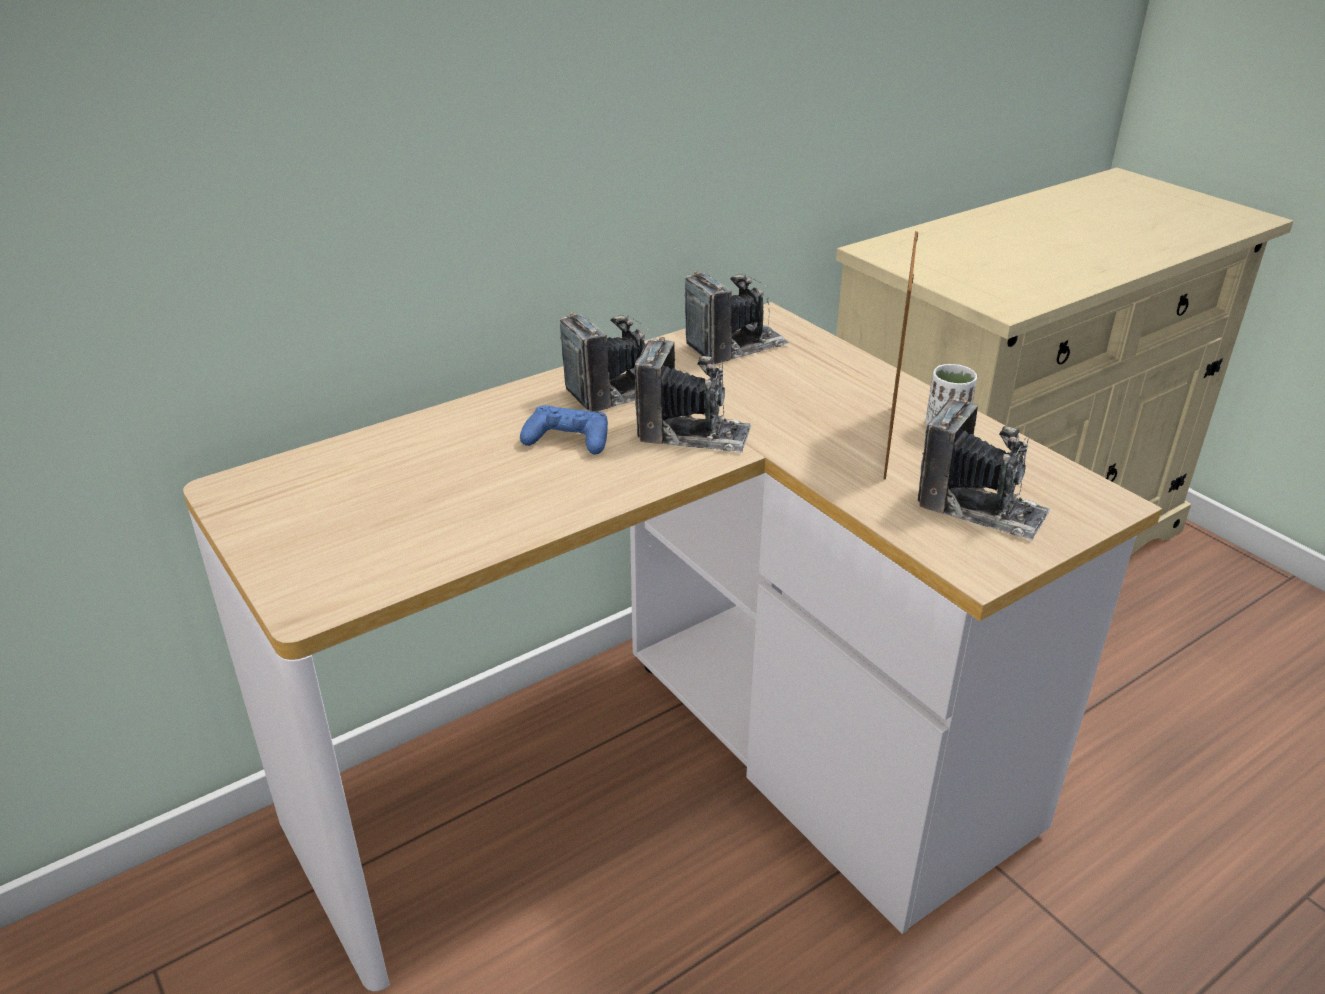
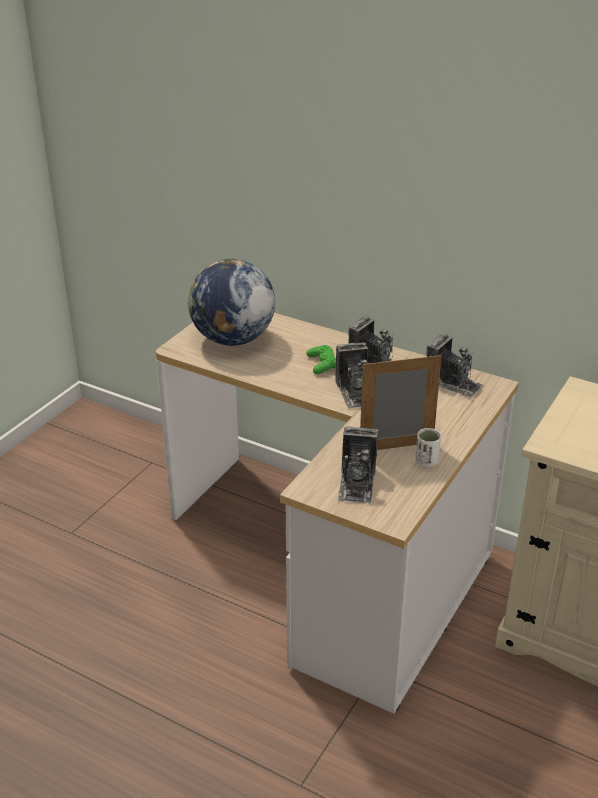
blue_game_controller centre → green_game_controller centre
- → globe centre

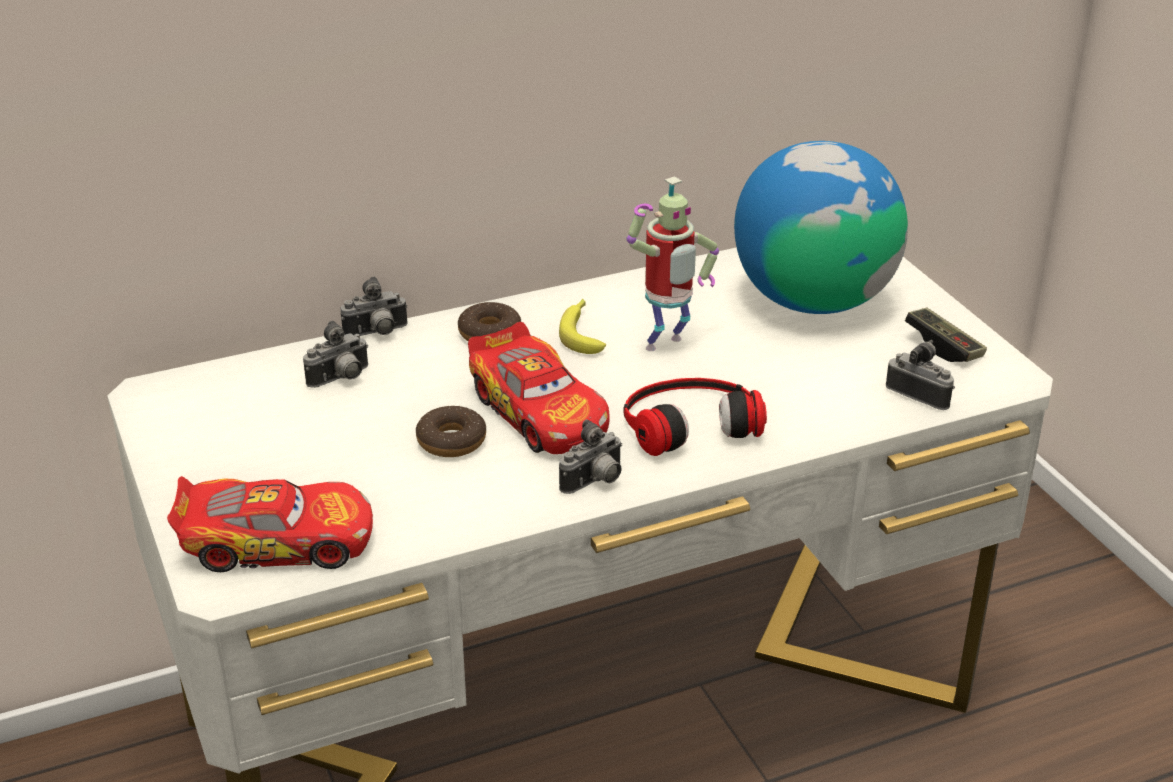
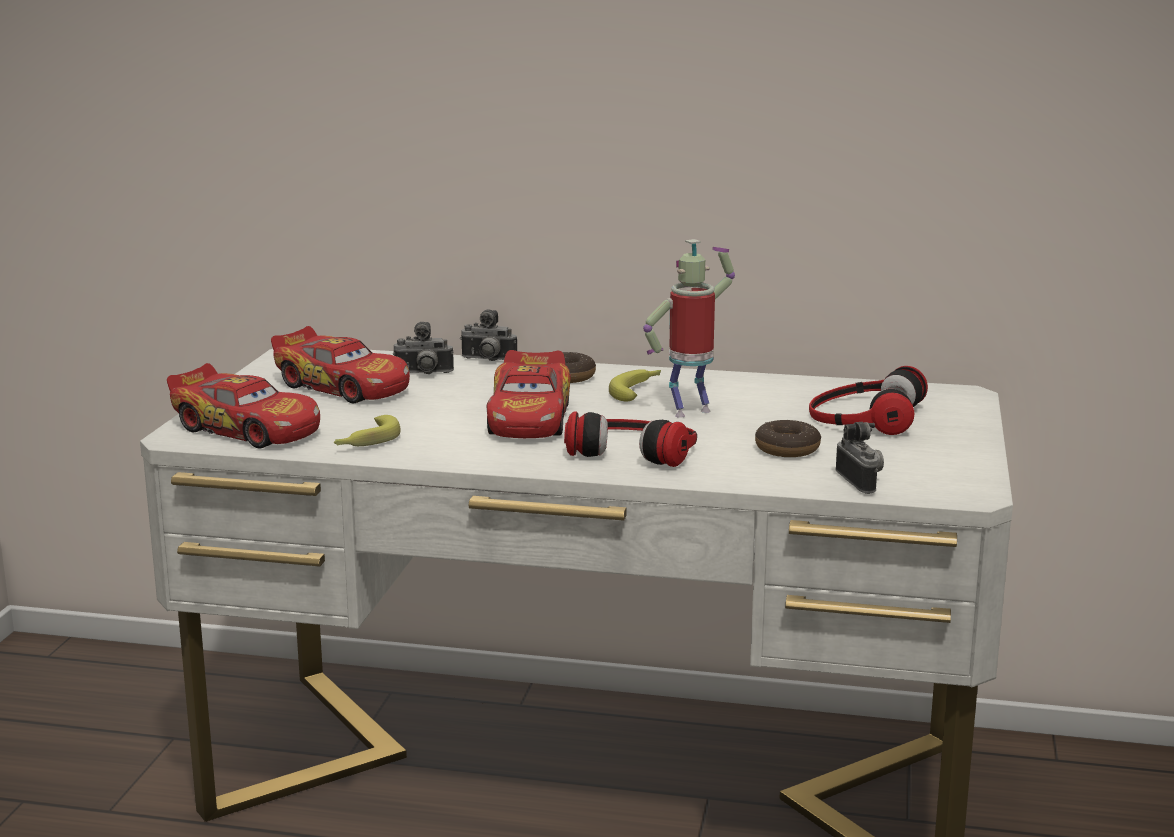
globe top right → headphones (2nd from left) middle right
toy_robot centre, 150 degrees clockwise
game_controller middle right → -
donut (1st from left in the first image) centre → donut (2nd from left) middle right, move
photo_camera (3rd from left) centre → -
- → toy_car (2nd from left) middle left
- → banana (1st from left) middle left

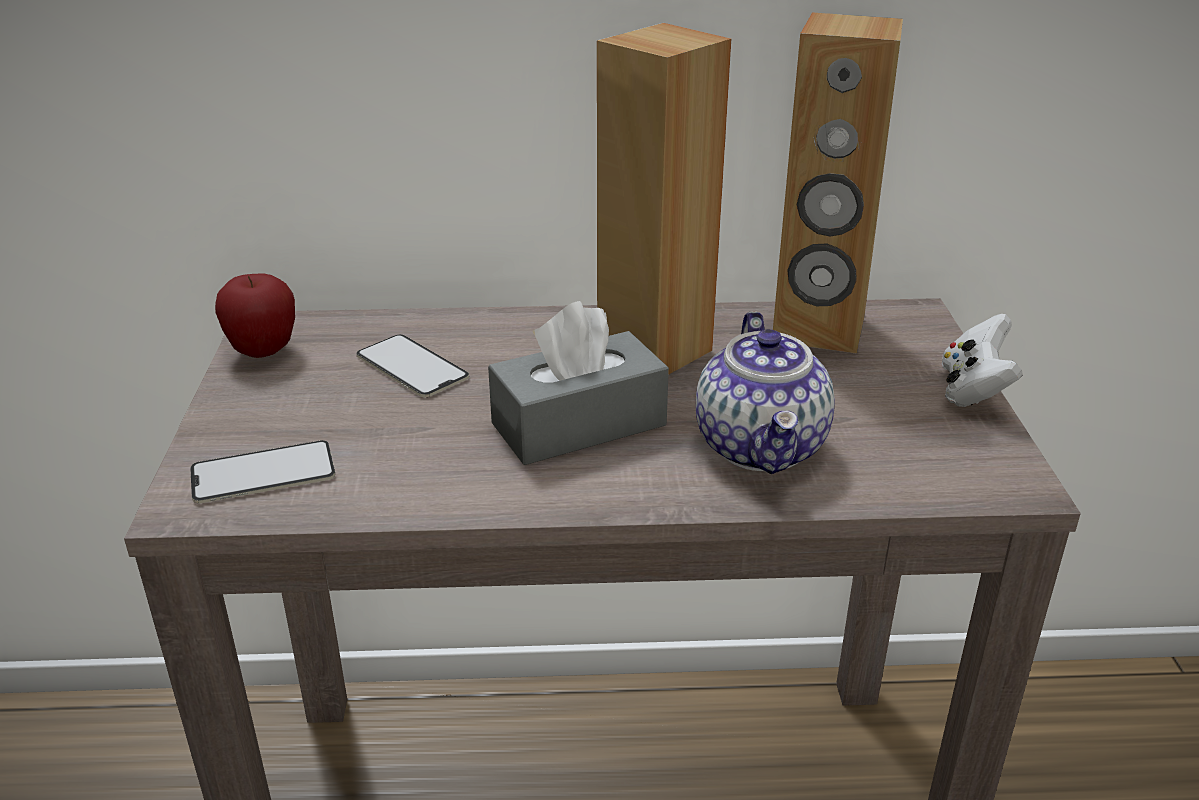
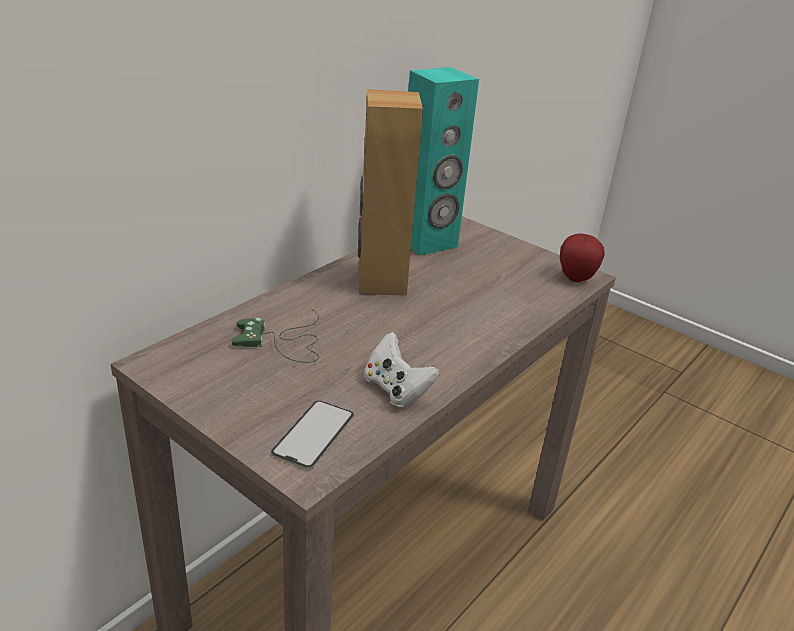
brown_speaker (2nd from left) top right → turquoise_speaker top centre
apple middle left → apple middle right, move
grey_tissue_box centre → -
teapot centre → -
white_game_controller middle right → white_game_controller centre, move
phone (2nd from left) centre → green_game_controller centre

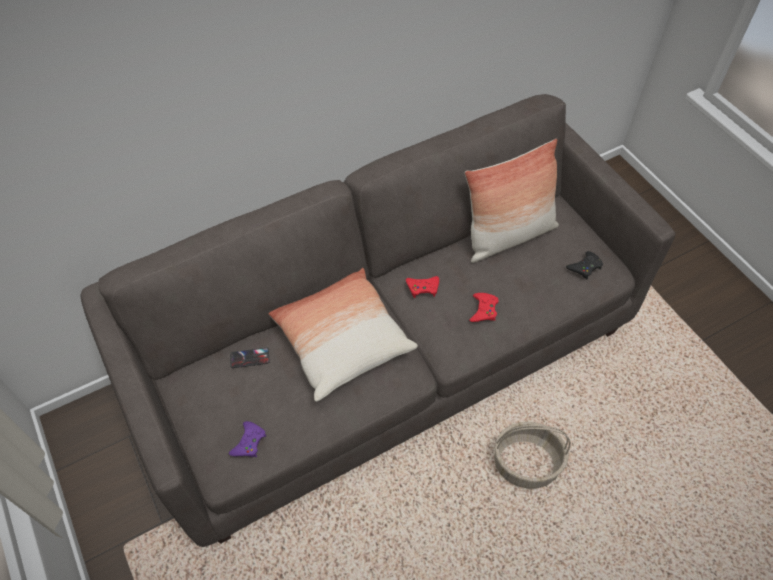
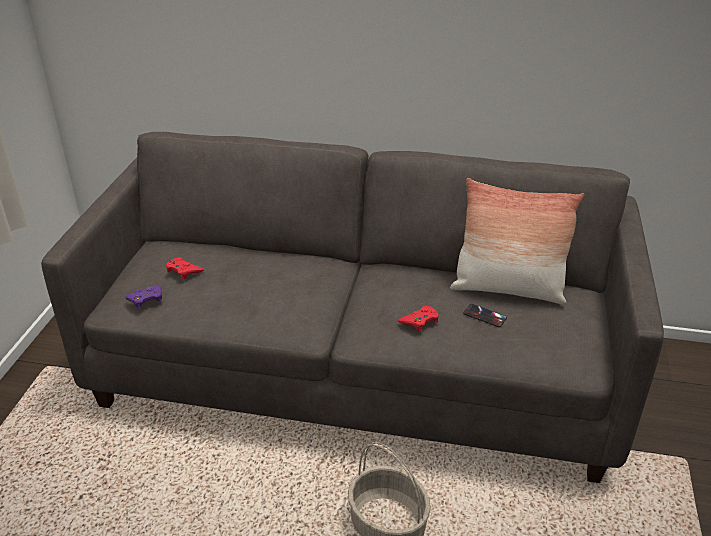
black_game_controller middle right → -
pillow (1st from left) centre → -
red_game_controller (1st from left) centre → red_game_controller (1st from left) middle left, move
phone middle left → phone middle right, move

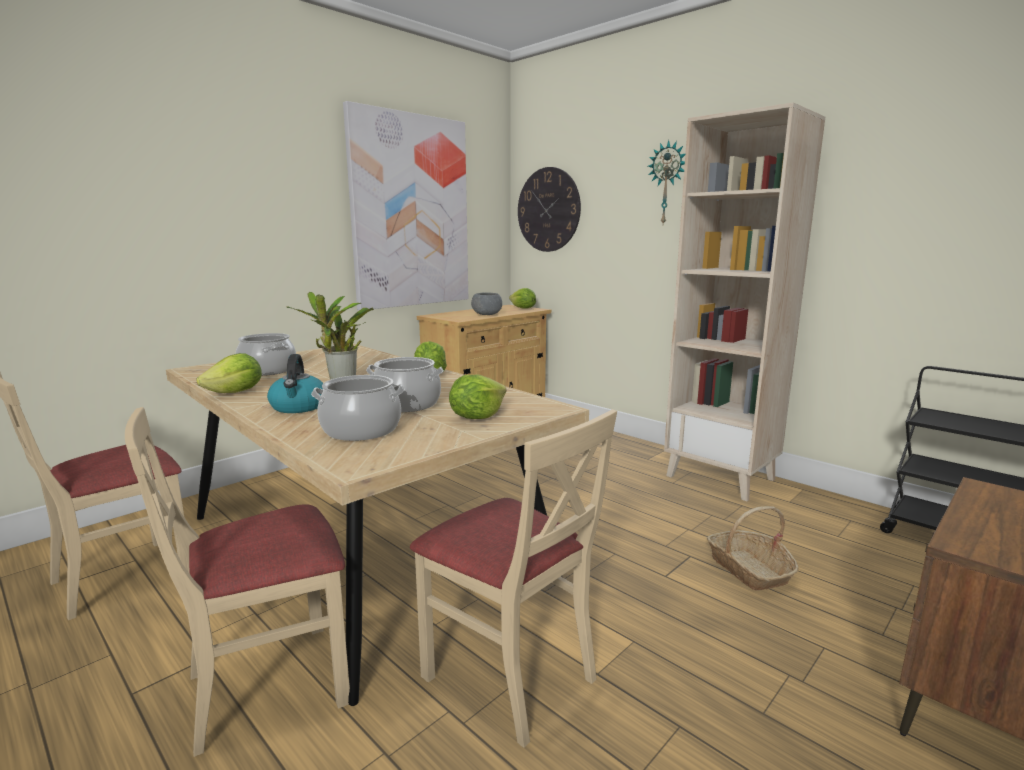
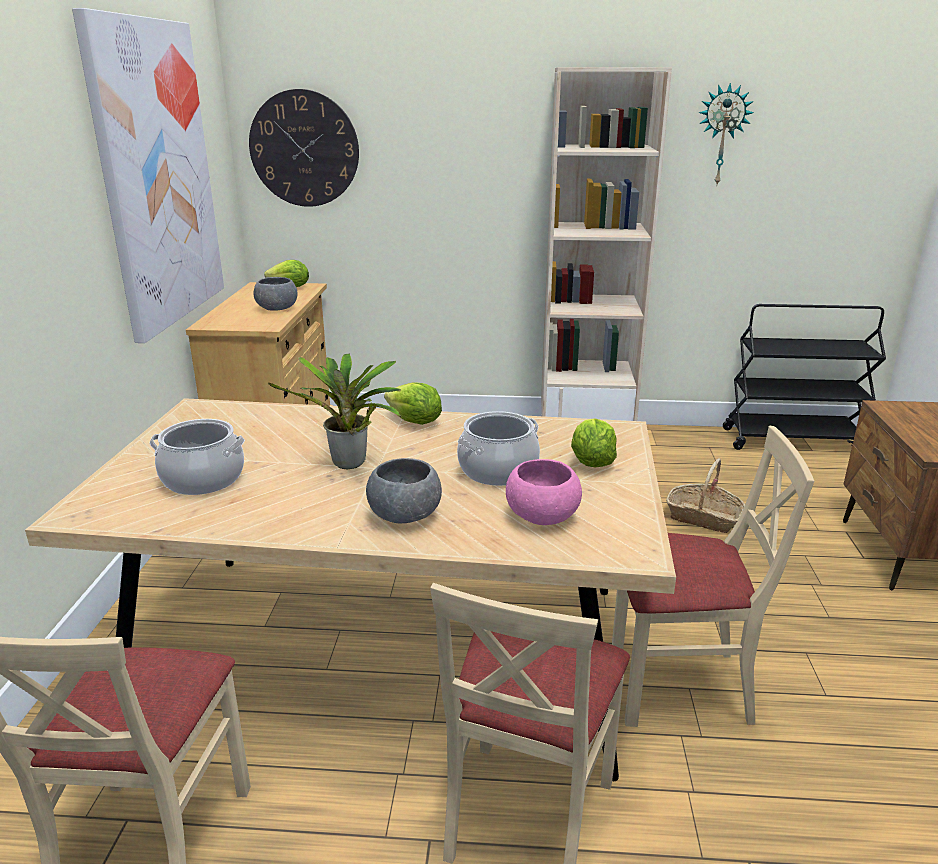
wall_clock (2nd from left) top centre → wall_clock (2nd from left) top right, move
lettuce (1st from left) middle left → -
kettle middle left → grey_bowl (2nd from left) centre
cooking_pot (2nd from left) centre → pink_bowl centre

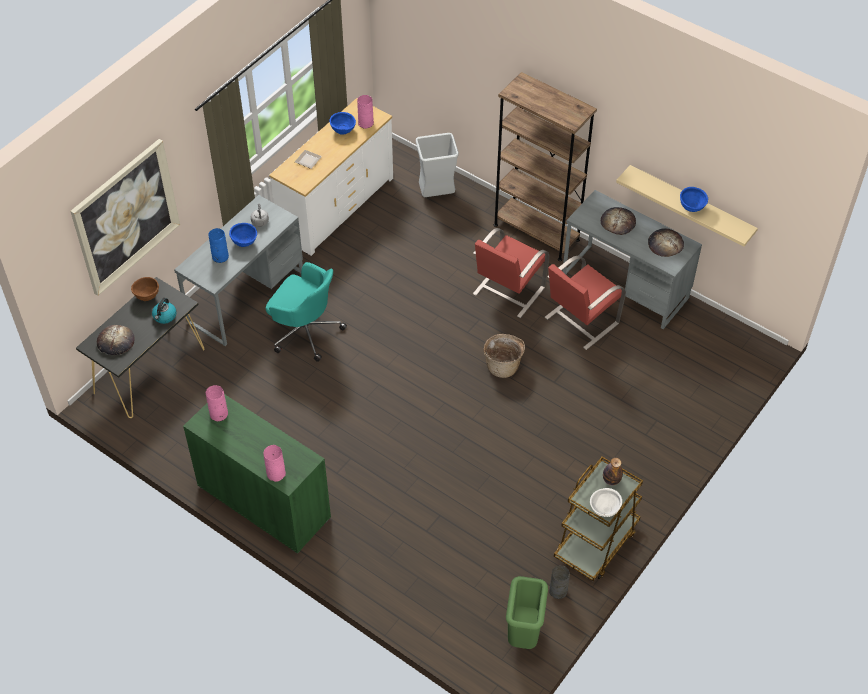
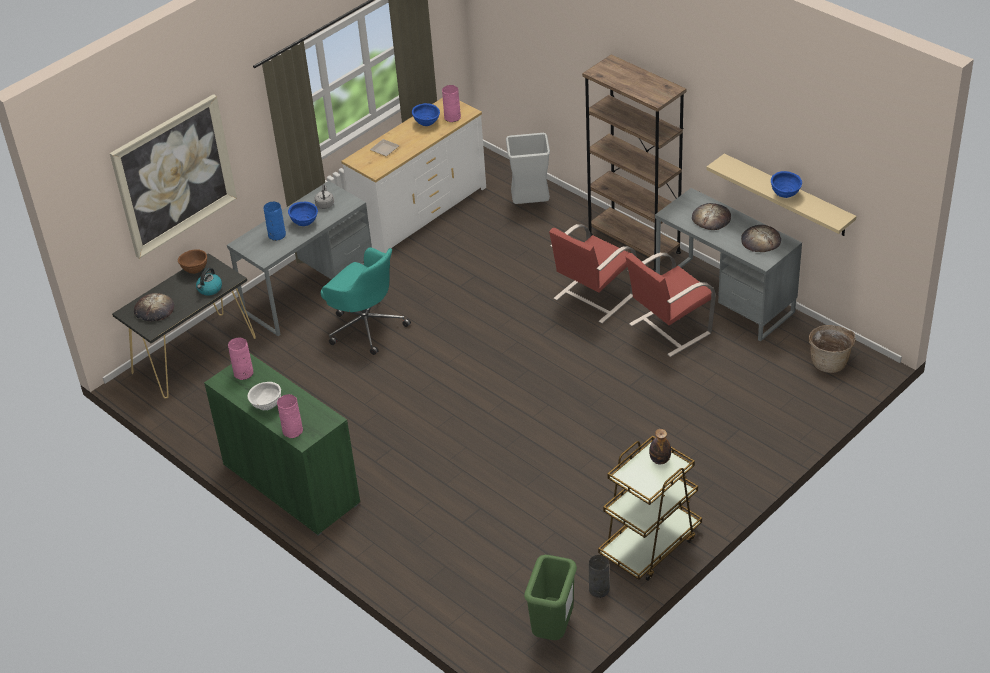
basket centre → basket middle right, move
white_bowl bottom right → white_bowl middle left, move

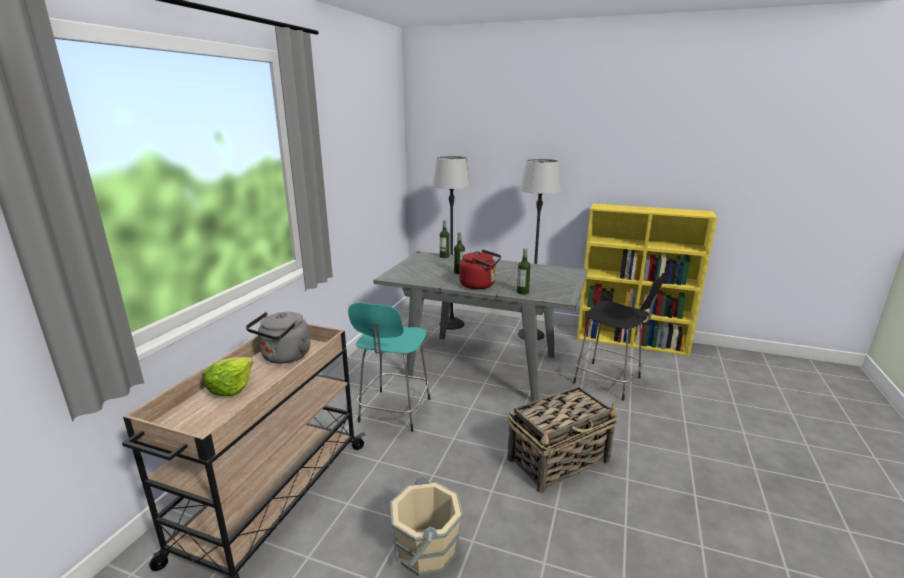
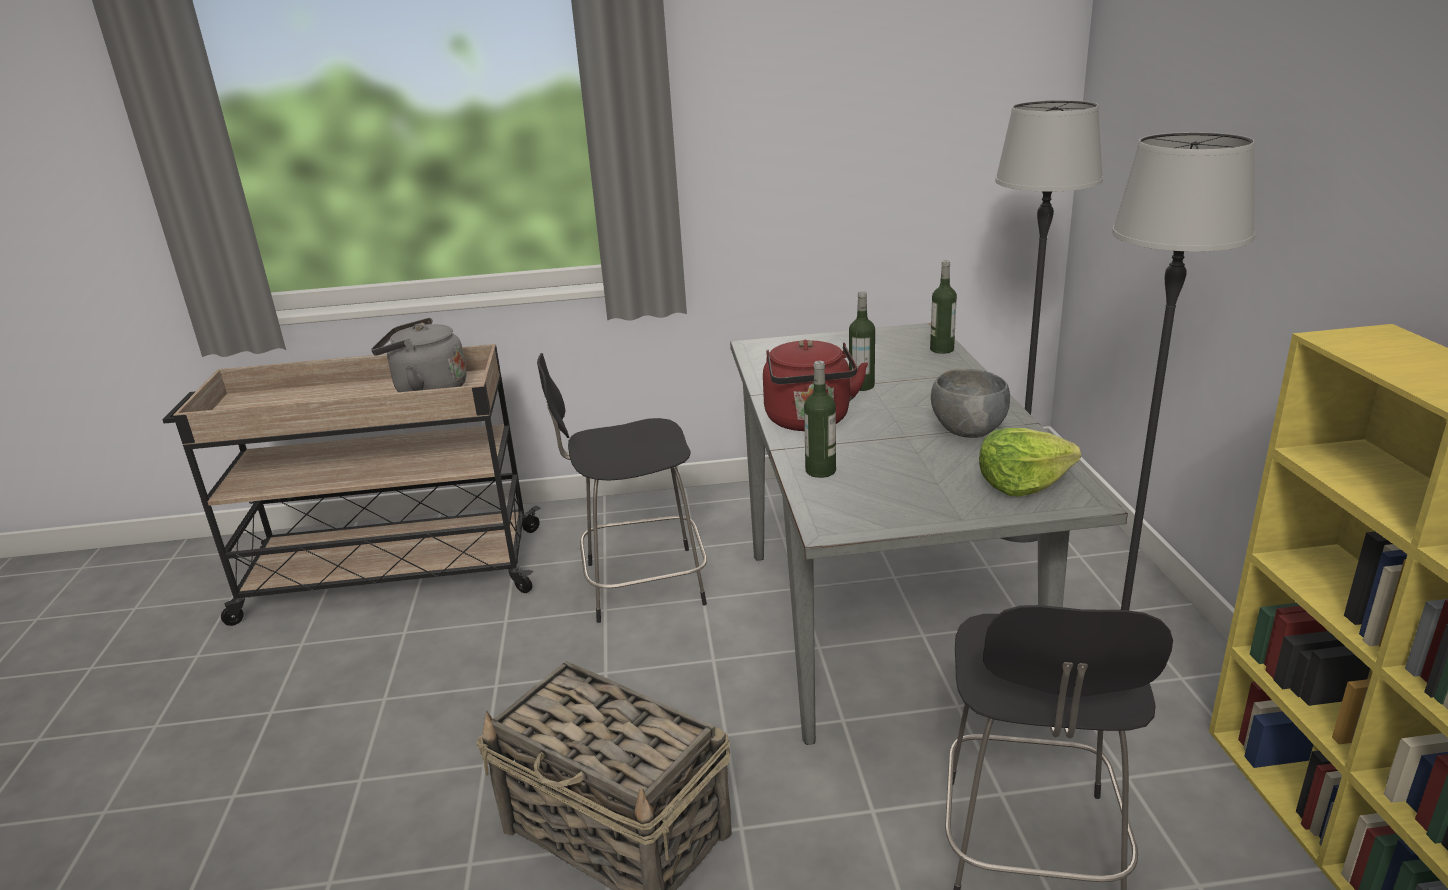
turquoise_stool centre → black_stool (1st from left) centre
lettuce middle left → lettuce middle right, move
beige_bucket bottom centre → -
- → grey_bowl middle right

